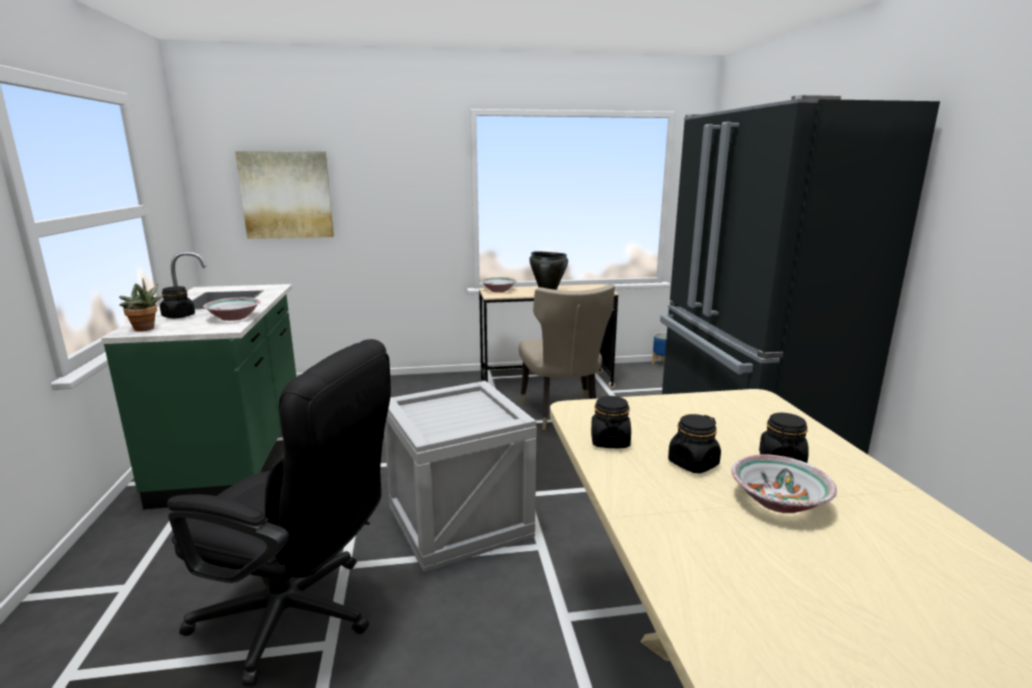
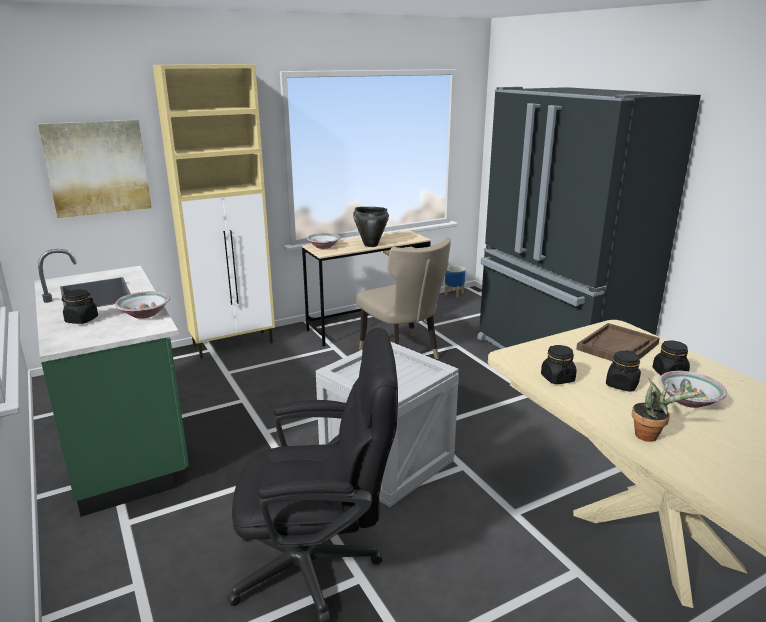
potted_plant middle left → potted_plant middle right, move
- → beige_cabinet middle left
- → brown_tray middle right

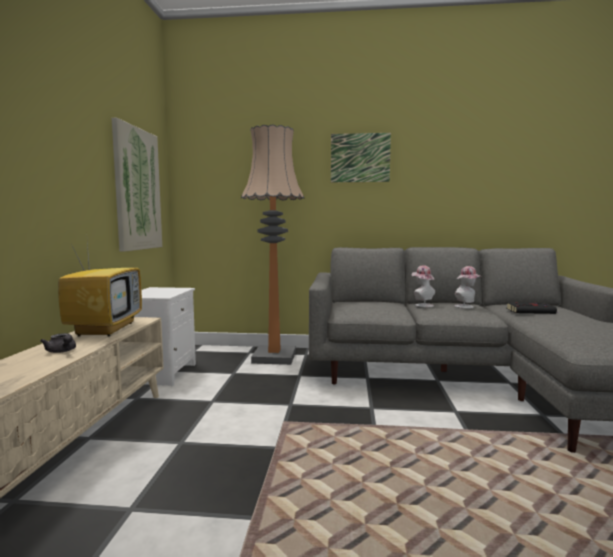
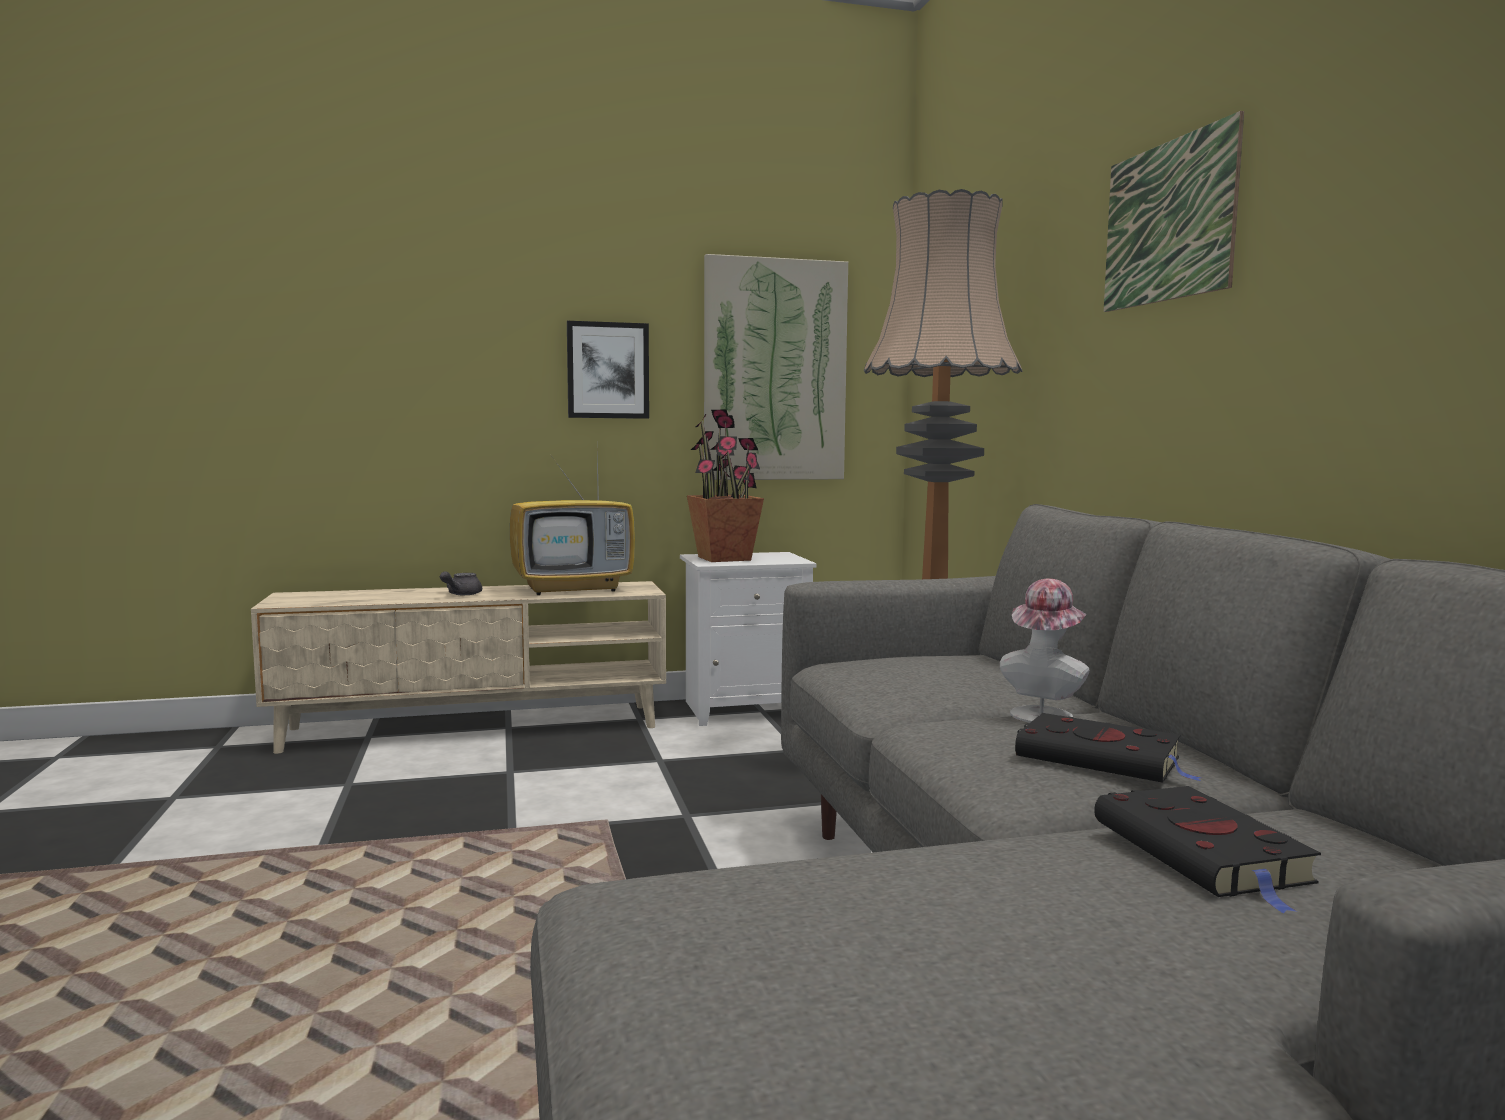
hat (2nd from left) middle right → black_book (1st from left) bottom right
- → picture (1st from left) top centre
- → potted_plant centre

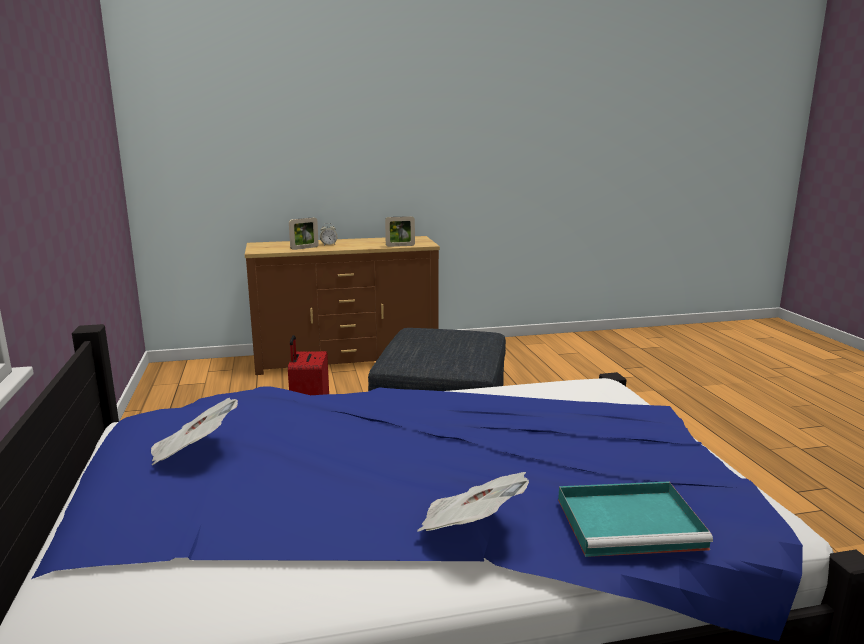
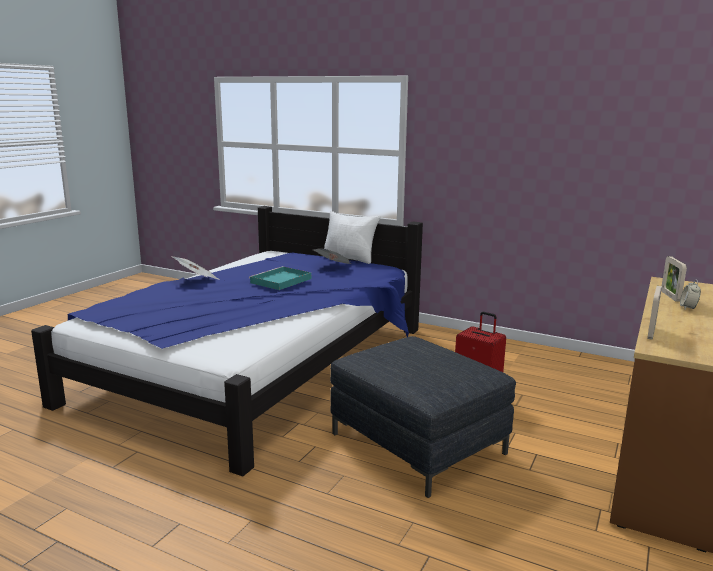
turquoise_tray bottom right → turquoise_tray centre, move
- → white_pillow centre

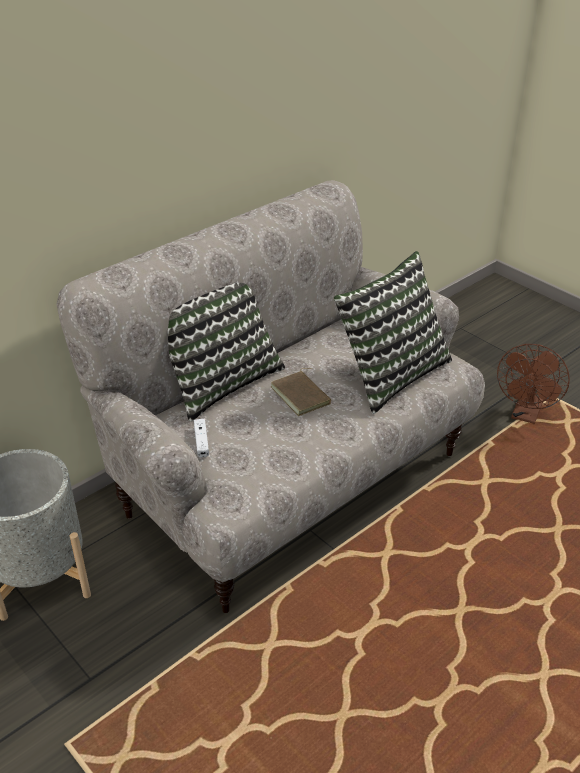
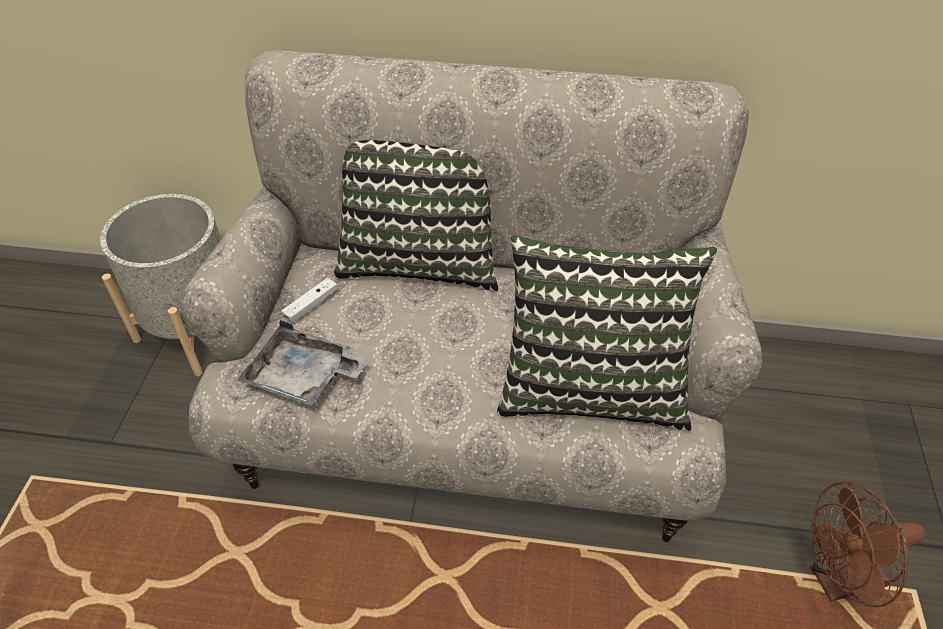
brown_book centre → -
- → grey_tray middle left

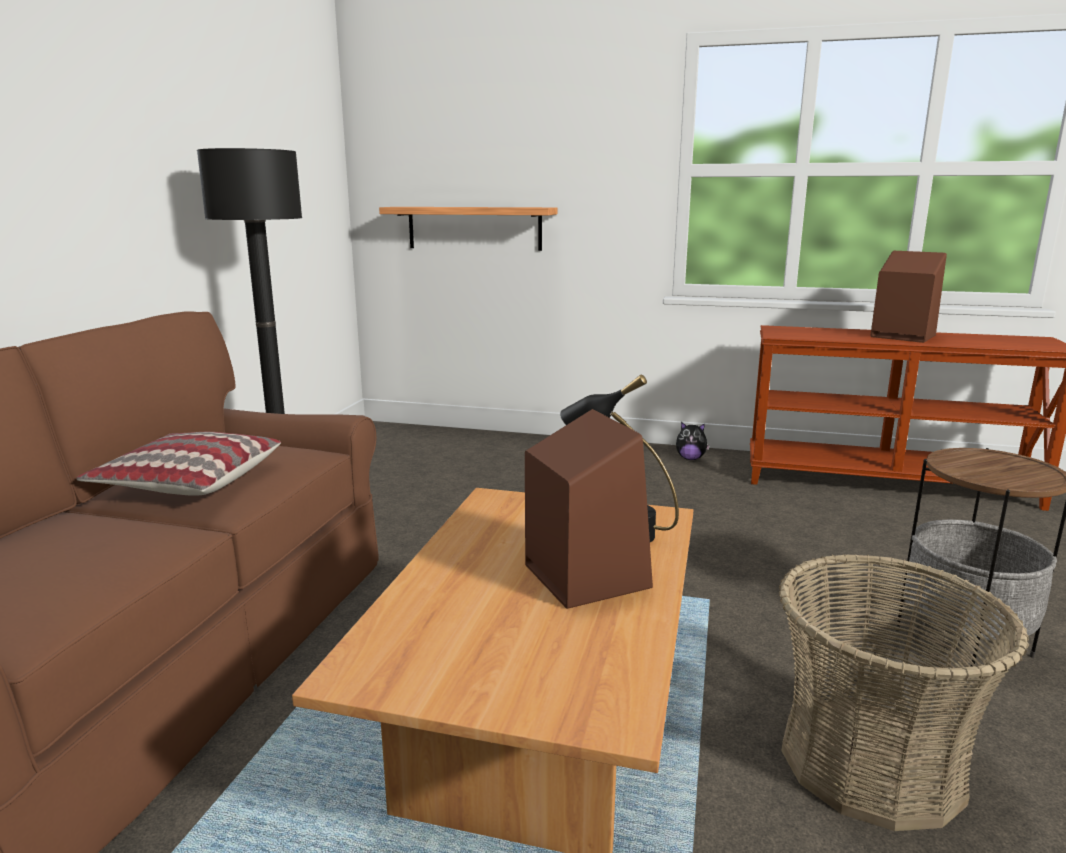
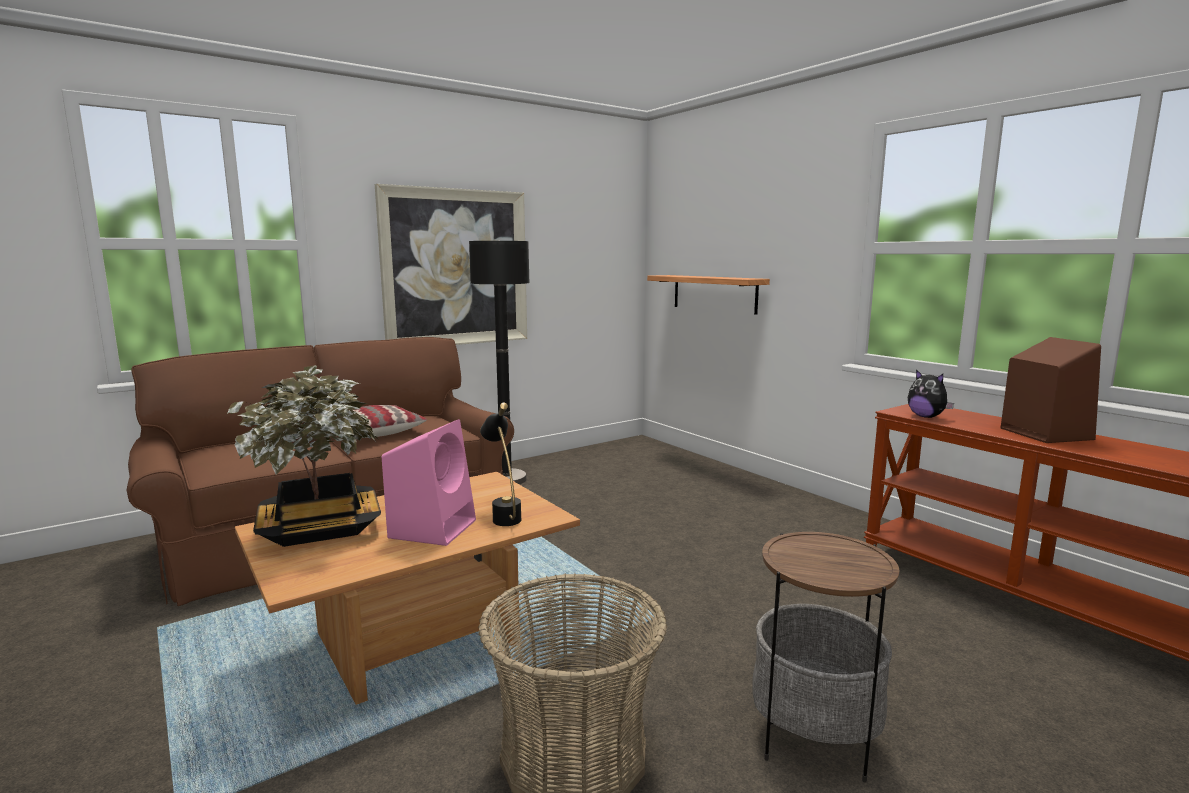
brown_speaker (1st from left) centre → pink_speaker centre
plush_toy centre → plush_toy middle right, move
- → picture top centre
- → potted_plant middle left

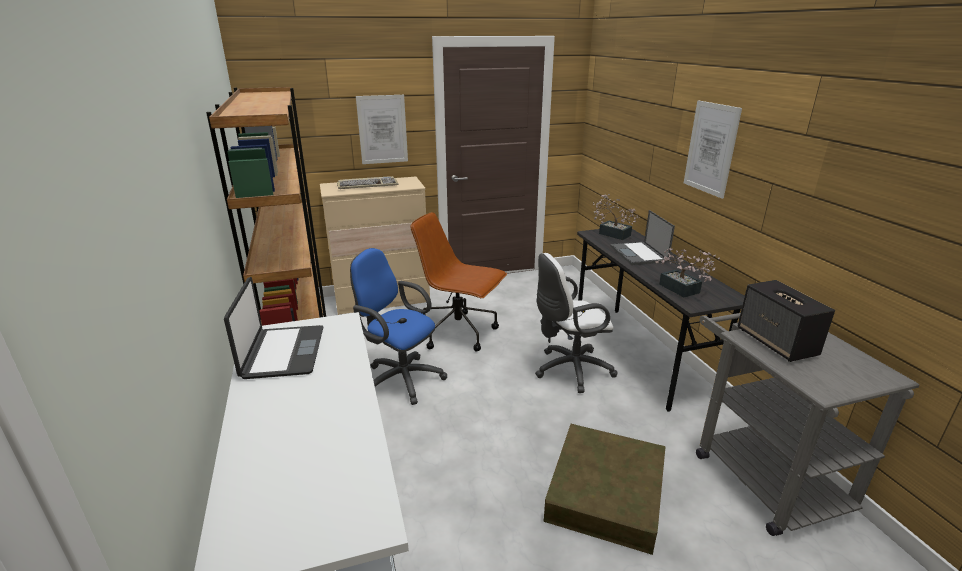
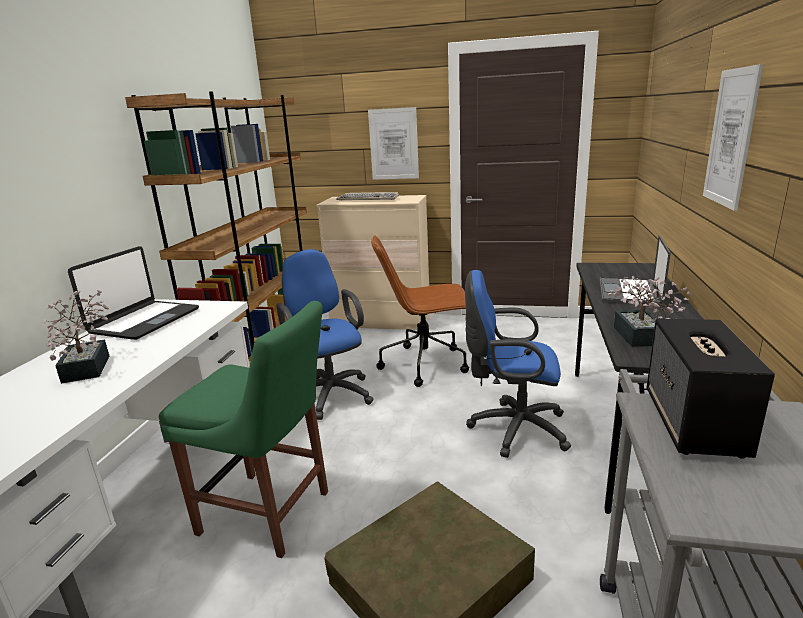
potted_plant (1st from left) centre → potted_plant (1st from left) middle left, move
brown_office_chair centre, 60 degrees counterclockwise
white_office_chair centre → blue_office_chair (2nd from left) centre
- → green_chair bottom left

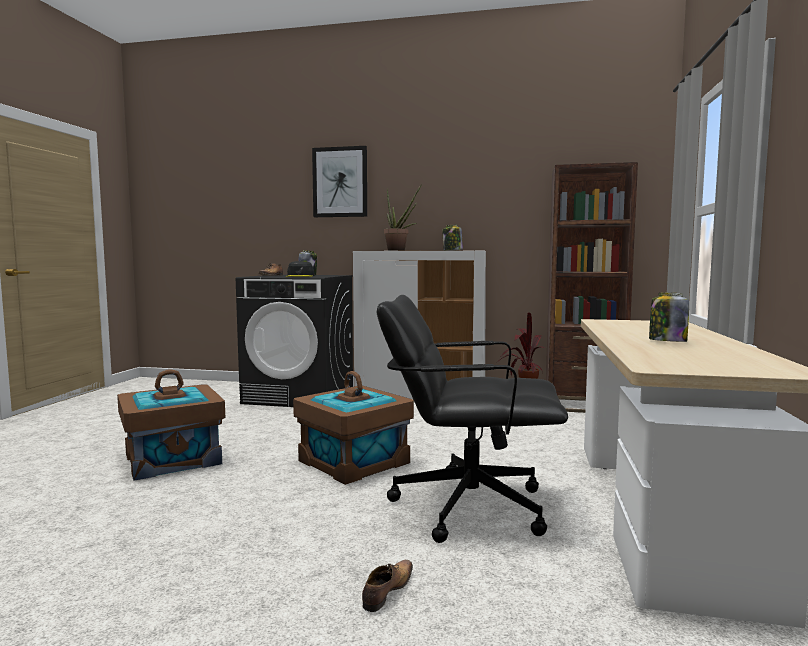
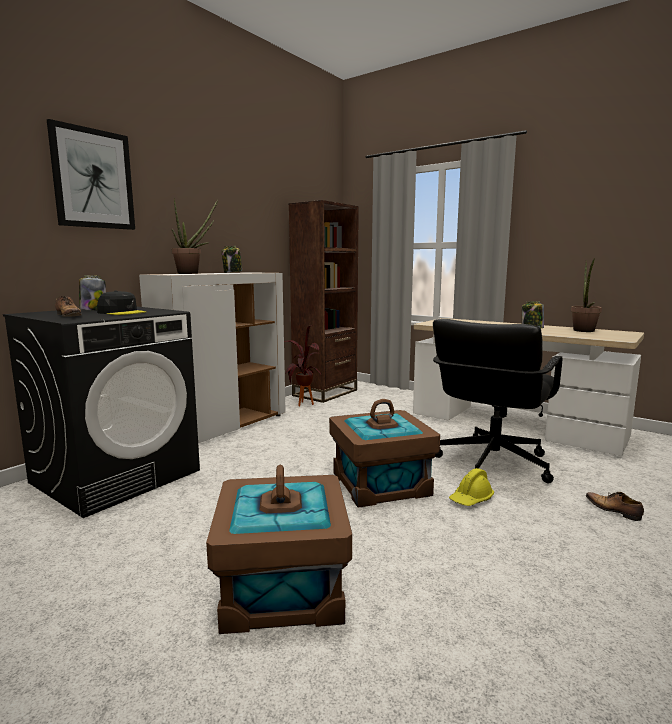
- → potted_plant (3rd from left) middle right
- → yellow_hard_hat bottom right

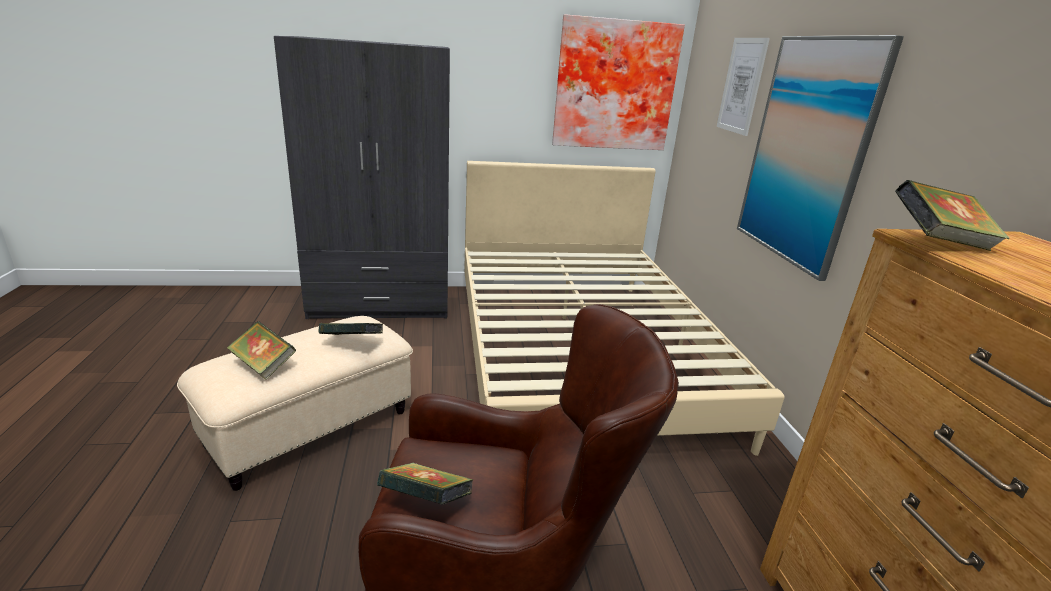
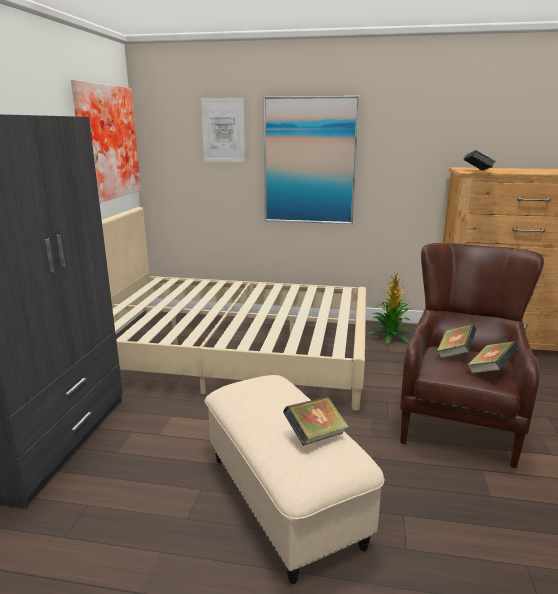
book (2nd from left) middle left → book (2nd from left) middle right, move
- → potted_plant middle right

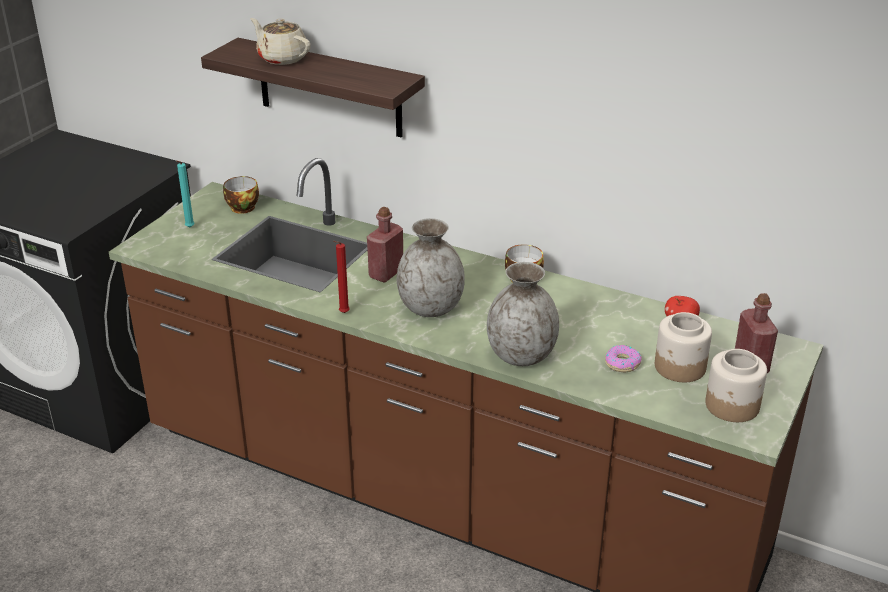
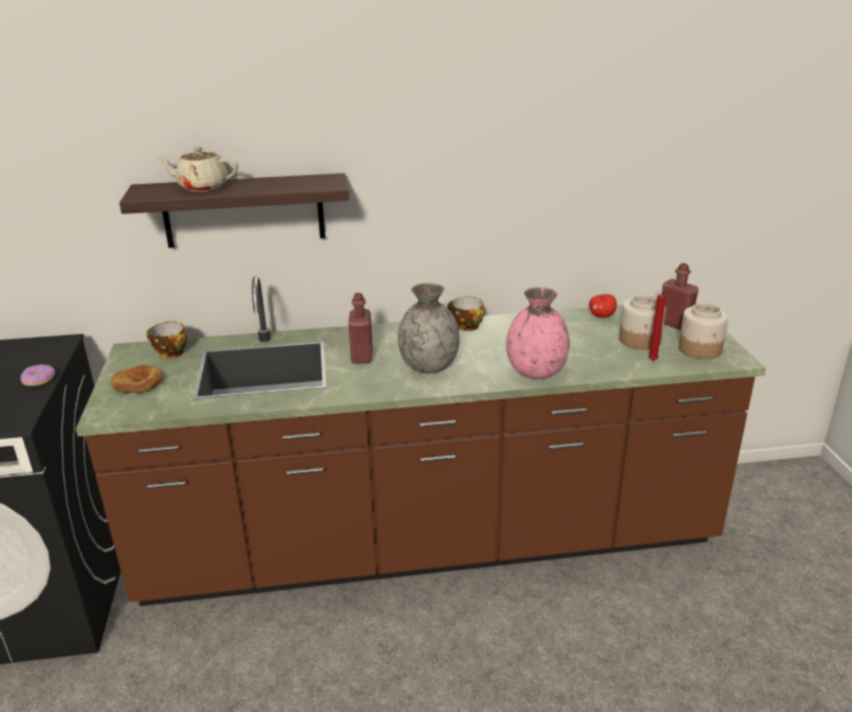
turquoise_candle top left → bread middle left
red_candle centre → red_candle middle right, move
grey_vase (2nd from left) centre → pink_vase centre
donut middle right → donut middle left, move

